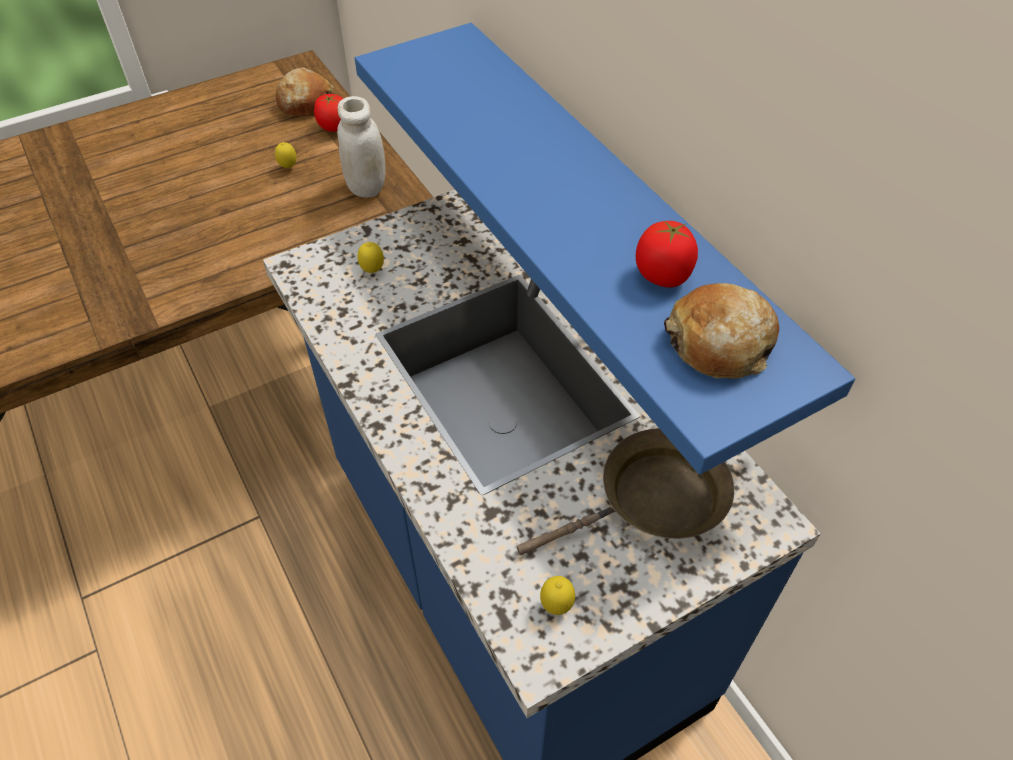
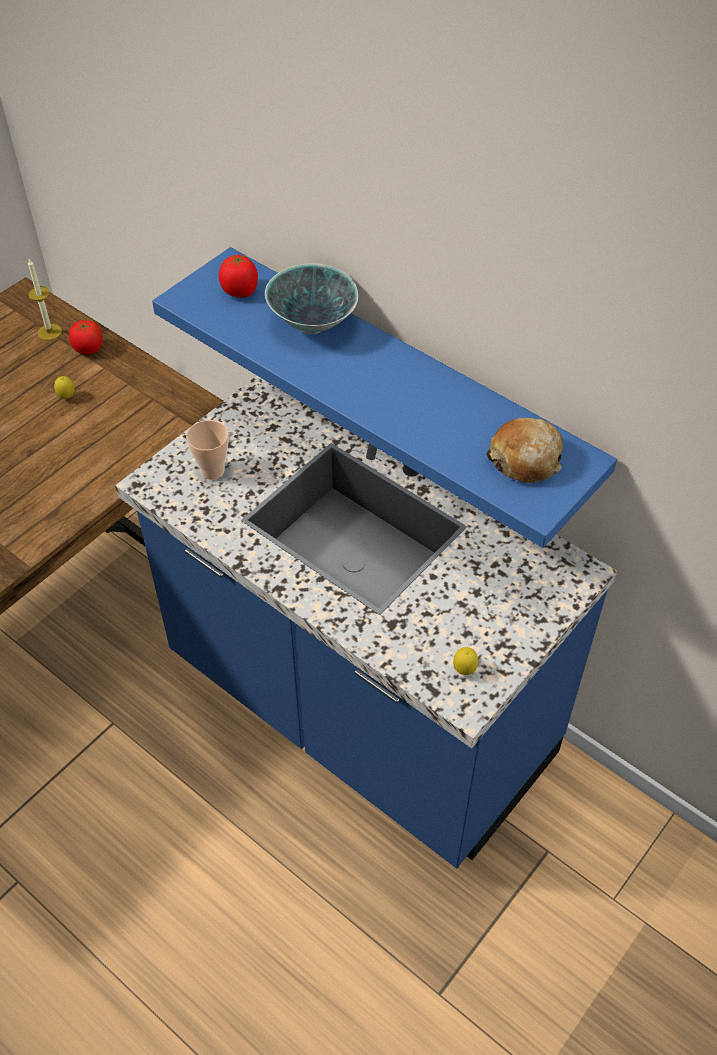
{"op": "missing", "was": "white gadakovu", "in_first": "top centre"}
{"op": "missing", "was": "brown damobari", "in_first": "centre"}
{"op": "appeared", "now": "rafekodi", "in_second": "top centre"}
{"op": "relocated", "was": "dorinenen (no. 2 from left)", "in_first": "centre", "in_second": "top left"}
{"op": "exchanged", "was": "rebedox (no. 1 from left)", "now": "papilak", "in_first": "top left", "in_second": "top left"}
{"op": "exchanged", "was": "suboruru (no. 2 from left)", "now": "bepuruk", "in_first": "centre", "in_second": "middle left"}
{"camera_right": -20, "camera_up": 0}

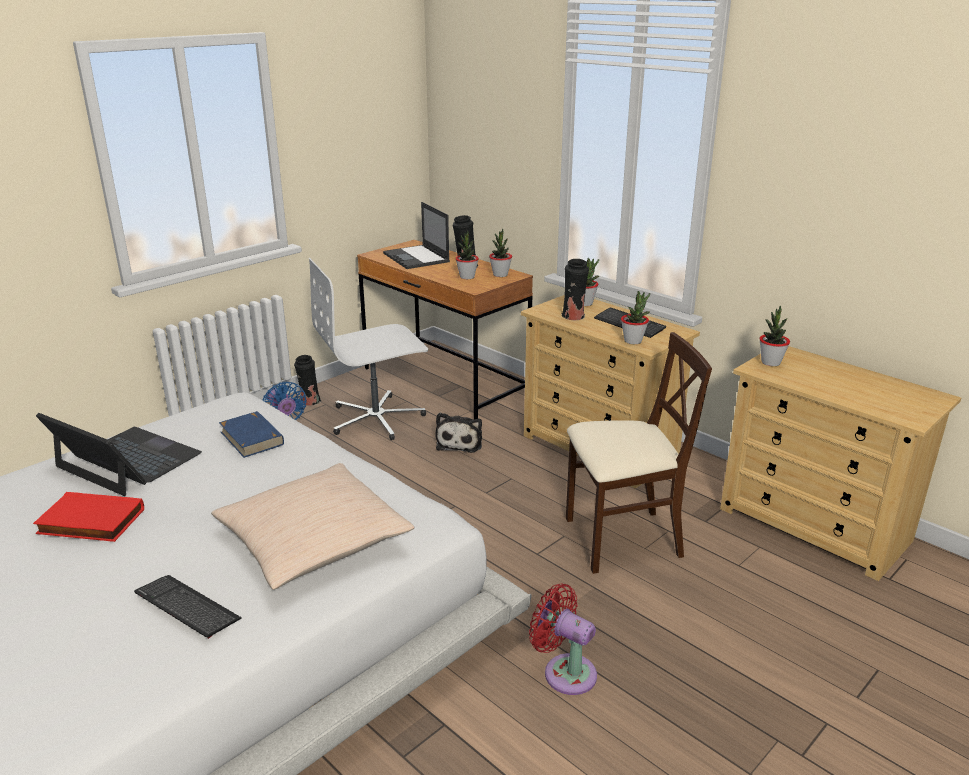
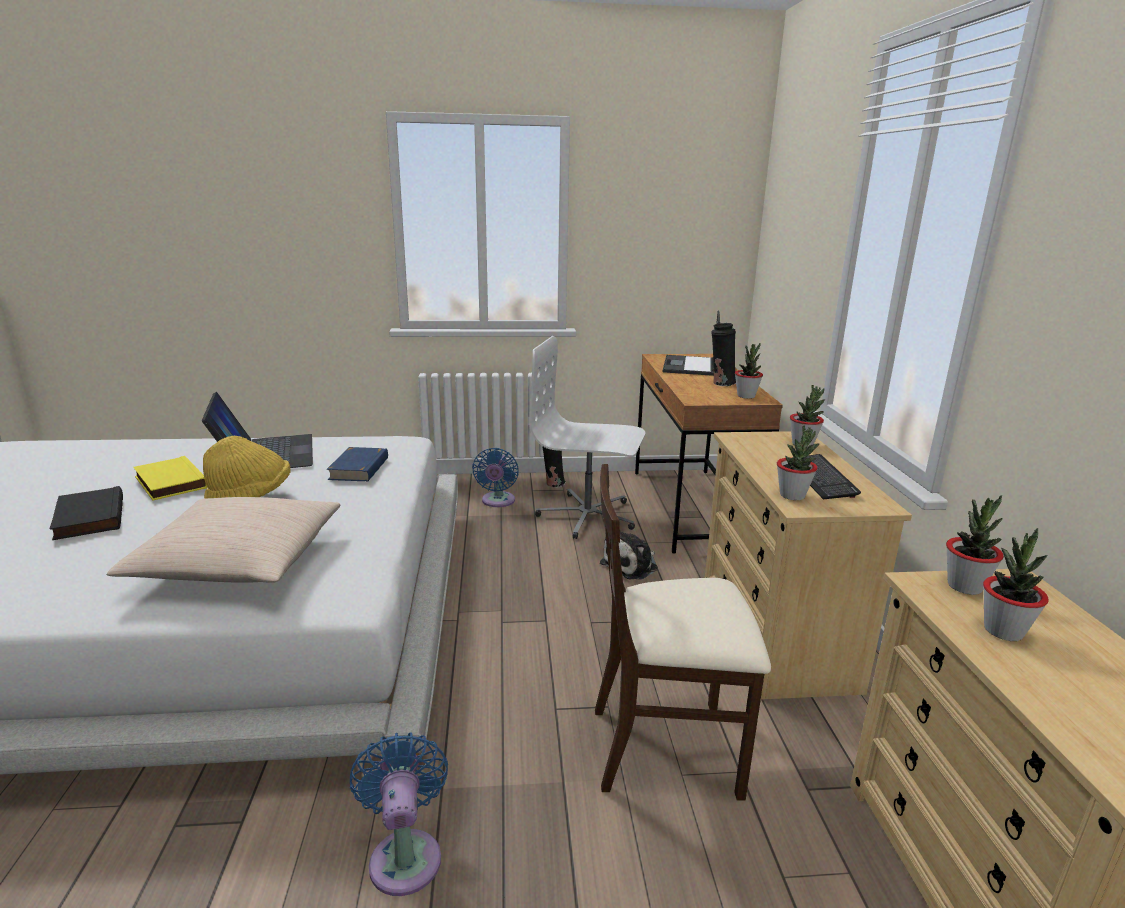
{"op": "missing", "was": "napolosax (no. 1 from left)", "in_first": "bottom left"}
{"op": "missing", "was": "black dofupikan (no. 3 from left)", "in_first": "centre"}
{"op": "appeared", "now": "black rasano", "in_second": "middle left"}
{"op": "appeared", "now": "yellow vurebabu", "in_second": "middle left"}
{"op": "relocated", "was": "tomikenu (no. 1 from left in the first image)", "now": "tomikenu (no. 5 from left)", "in_first": "top centre", "in_second": "middle right"}
{"op": "colour", "was": "red rasano", "now": "yellow rasano", "in_first": "bottom left", "in_second": "middle left"}
{"op": "colour", "was": "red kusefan", "now": "blue kusefan (no. 1 from left)", "in_first": "bottom centre", "in_second": "bottom centre"}
{"op": "spun", "was": "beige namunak", "in_first": "centre", "in_second": "bottom centre", "clockwise": 150}
{"camera_right": 40, "camera_up": -5}

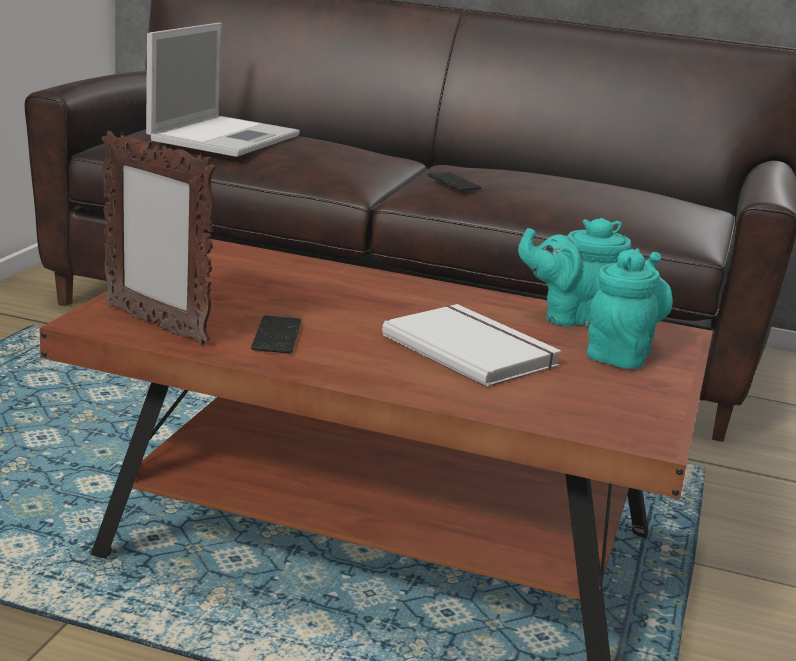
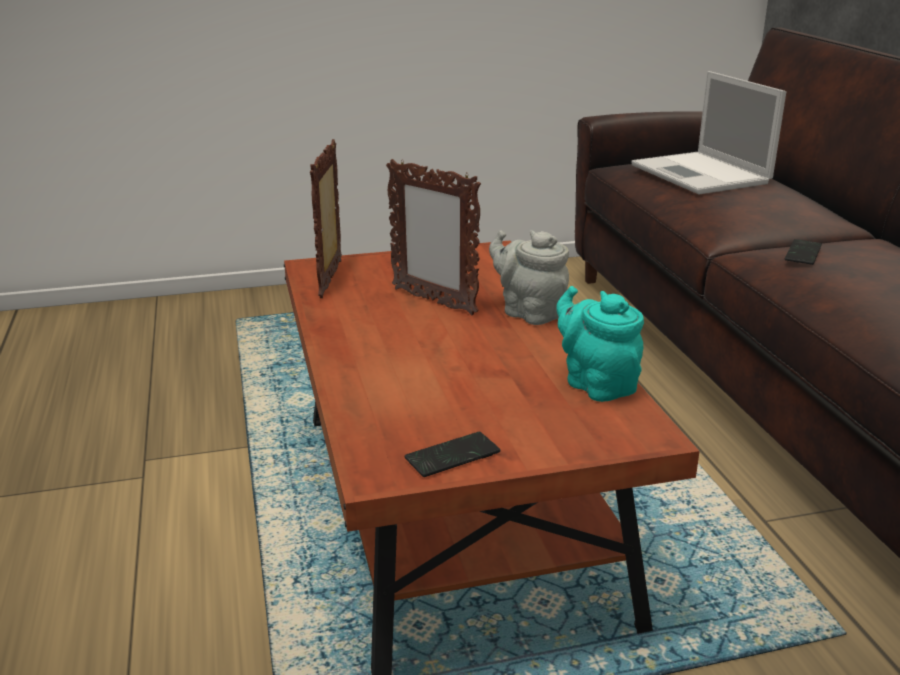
{"op": "missing", "was": "white rasano", "in_first": "centre"}
{"op": "missing", "was": "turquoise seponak (no. 2 from left)", "in_first": "middle right"}
{"op": "appeared", "now": "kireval (no. 2 from left)", "in_second": "centre"}
{"op": "appeared", "now": "grey seponak", "in_second": "centre"}
{"op": "relocated", "was": "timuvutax (no. 1 from left)", "in_first": "centre", "in_second": "bottom centre"}
{"op": "spun", "was": "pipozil", "in_first": "top left", "in_second": "top right", "clockwise": 75}
{"camera_right": 60, "camera_up": 5}

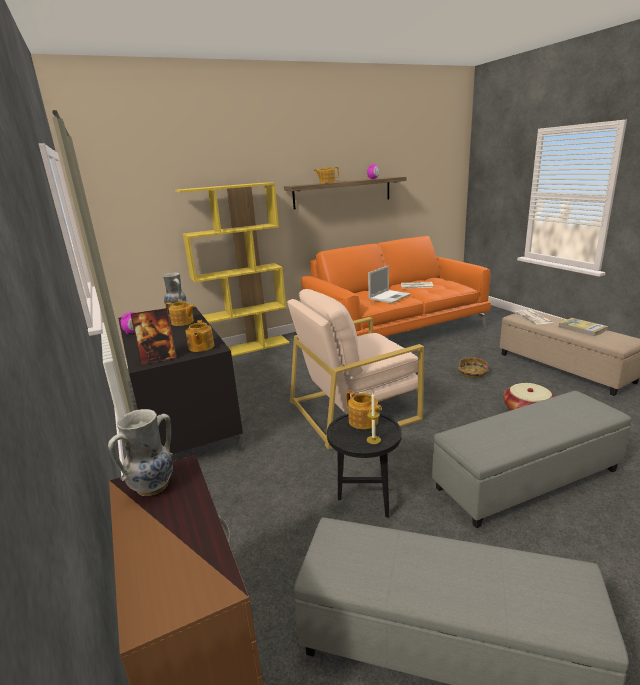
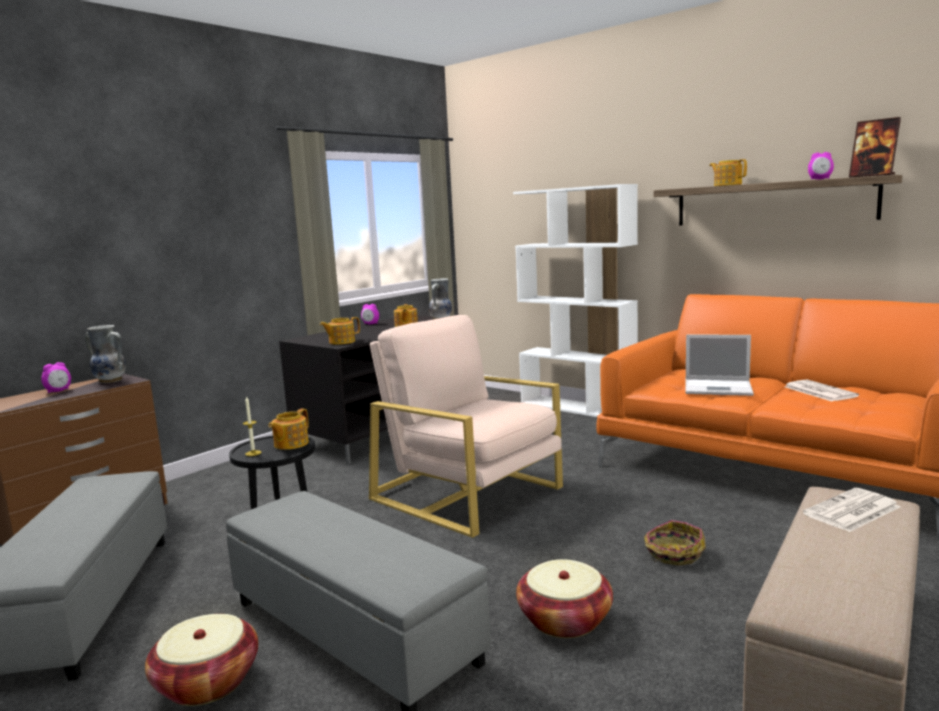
{"op": "missing", "was": "rasano", "in_first": "middle right"}
{"op": "appeared", "now": "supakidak (no. 1 from left)", "in_second": "middle left"}
{"op": "appeared", "now": "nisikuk (no. 1 from left)", "in_second": "bottom left"}
{"op": "relocated", "was": "kireval", "in_first": "middle left", "in_second": "top right"}
{"op": "colour", "was": "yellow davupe", "now": "white davupe", "in_first": "centre", "in_second": "centre"}
{"camera_right": 65, "camera_up": -10}

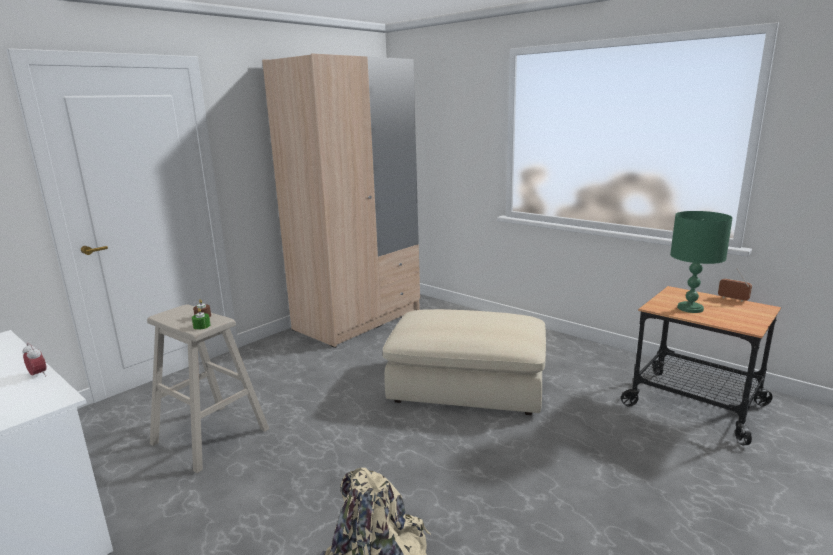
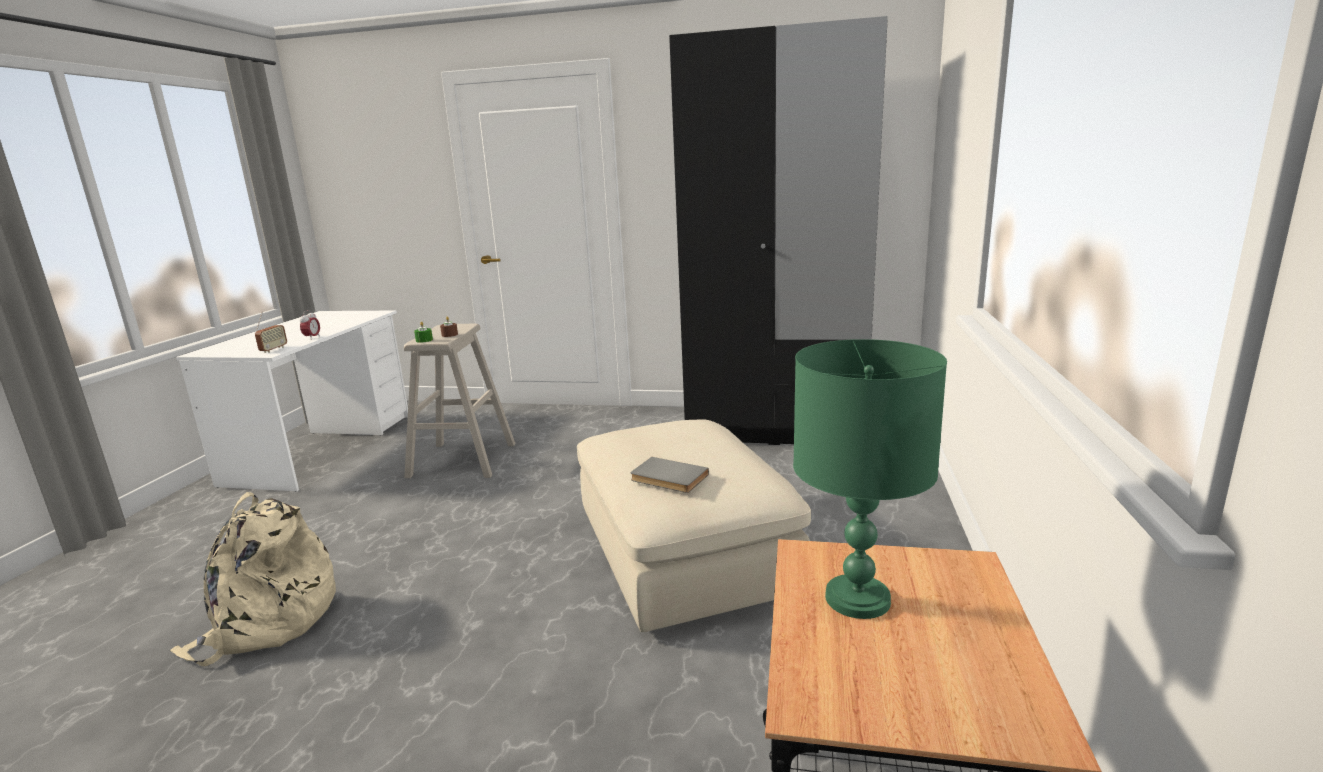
{"op": "appeared", "now": "grey rasano", "in_second": "centre"}
{"op": "relocated", "was": "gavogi", "in_first": "middle right", "in_second": "middle left"}
{"op": "colour", "was": "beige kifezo", "now": "black kifezo", "in_first": "centre", "in_second": "top centre"}
{"camera_right": 60, "camera_up": 0}

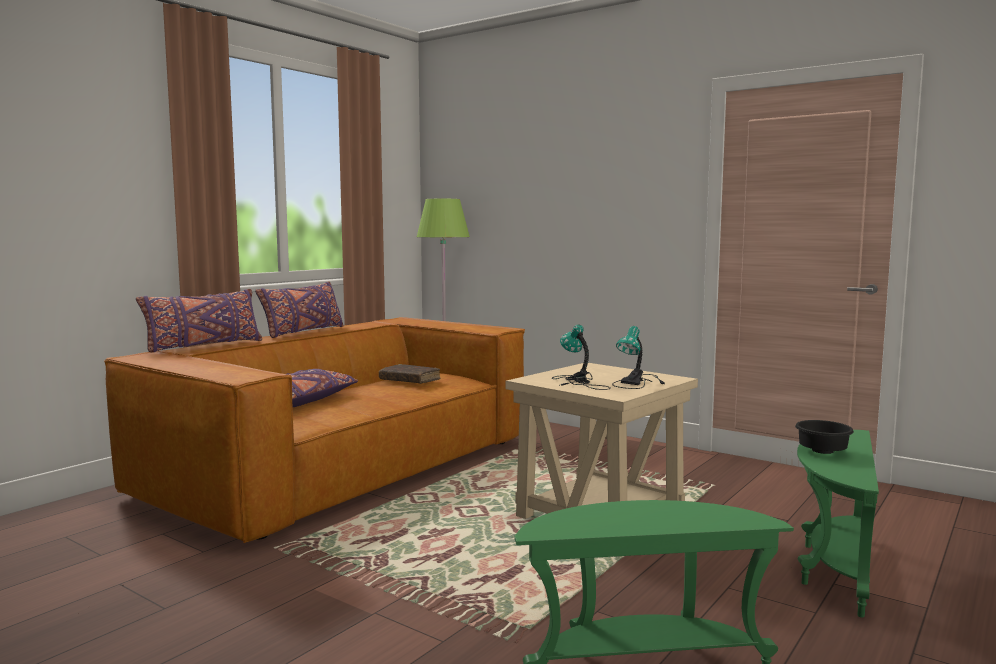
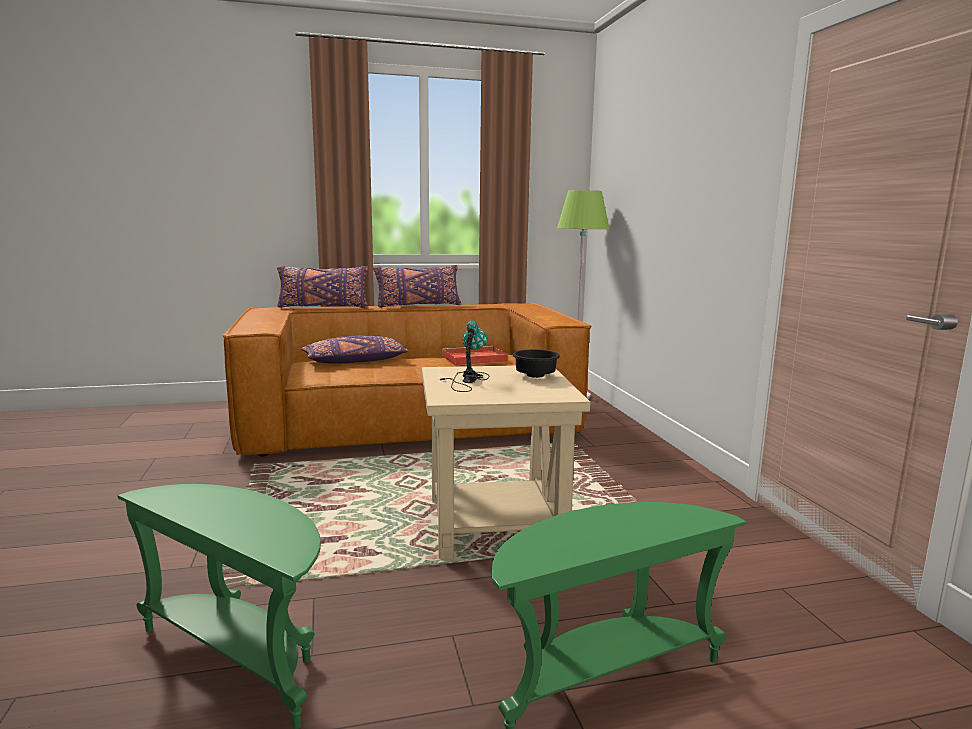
{"op": "missing", "was": "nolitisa (no. 2 from left)", "in_first": "centre"}
{"op": "relocated", "was": "black rafekodi", "in_first": "middle right", "in_second": "centre"}
{"op": "exchanged", "was": "brown rasano", "now": "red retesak", "in_first": "centre", "in_second": "centre"}
{"camera_right": 40, "camera_up": 5}

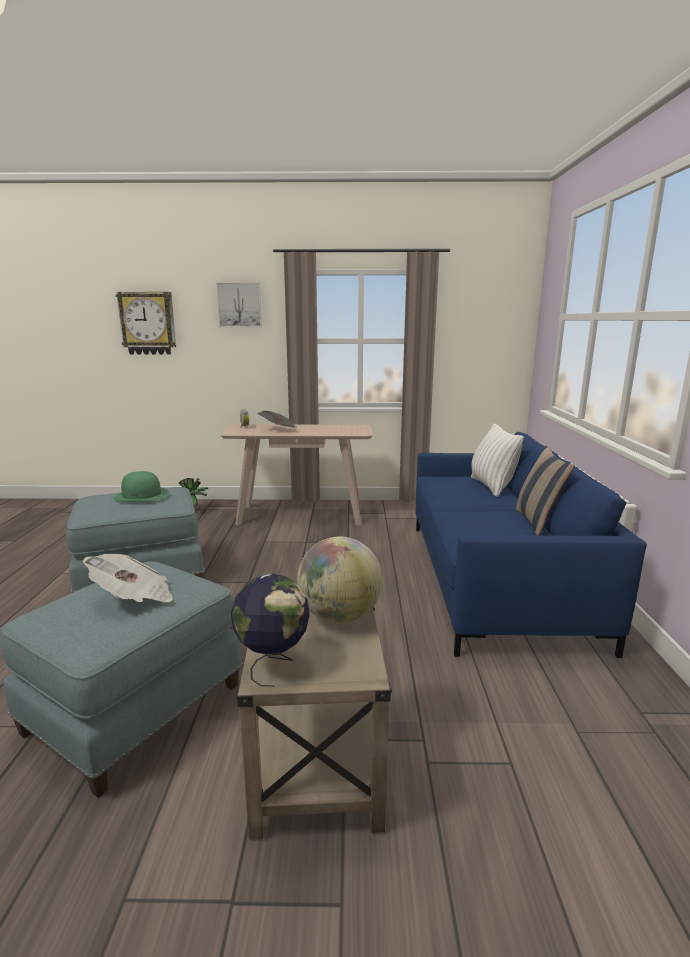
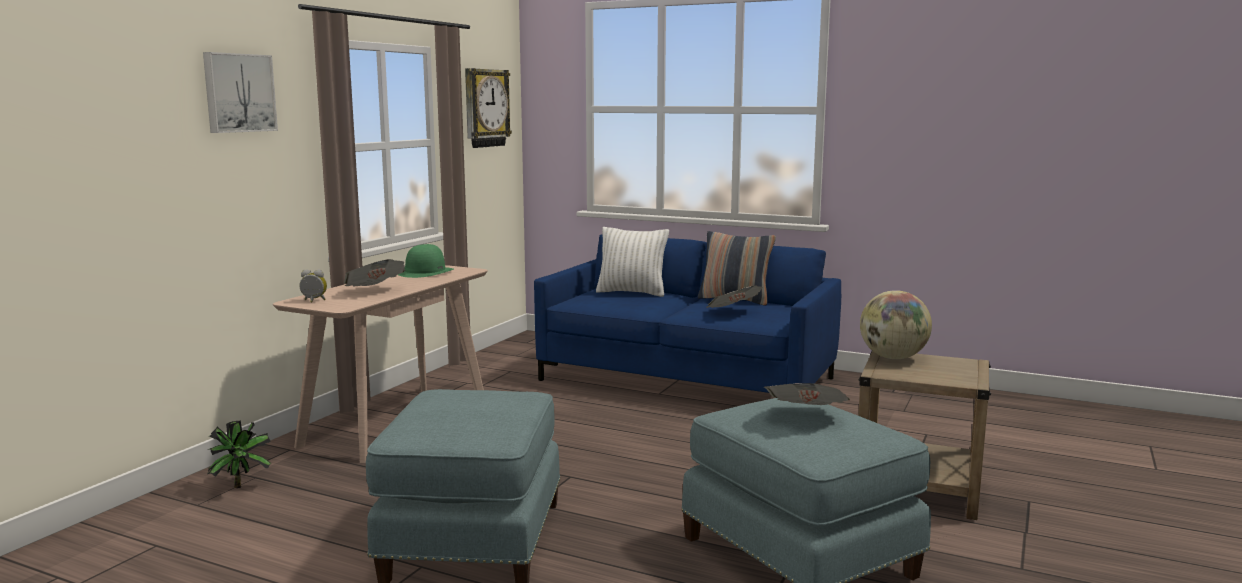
{"op": "missing", "was": "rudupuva (no. 1 from left)", "in_first": "centre"}
{"op": "appeared", "now": "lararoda (no. 2 from left)", "in_second": "centre"}
{"op": "relocated", "was": "green vurebabu", "in_first": "middle left", "in_second": "centre"}
{"op": "relocated", "was": "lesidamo", "in_first": "middle left", "in_second": "top centre"}
{"camera_right": -65, "camera_up": -5}

